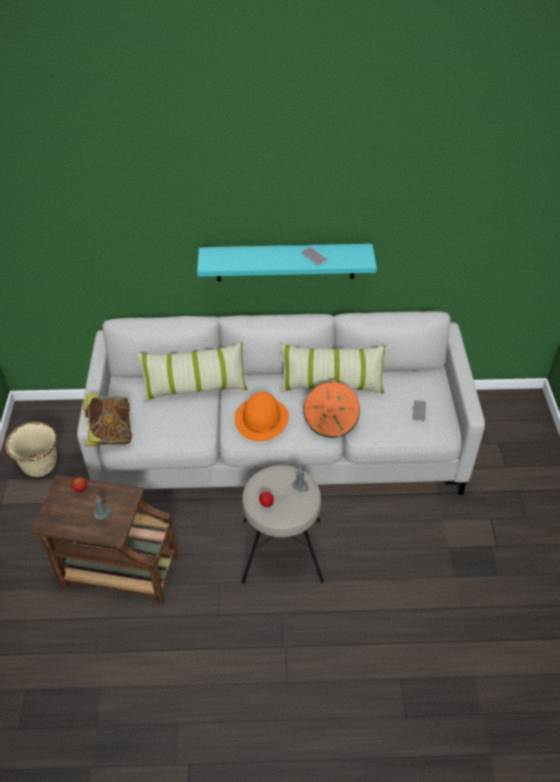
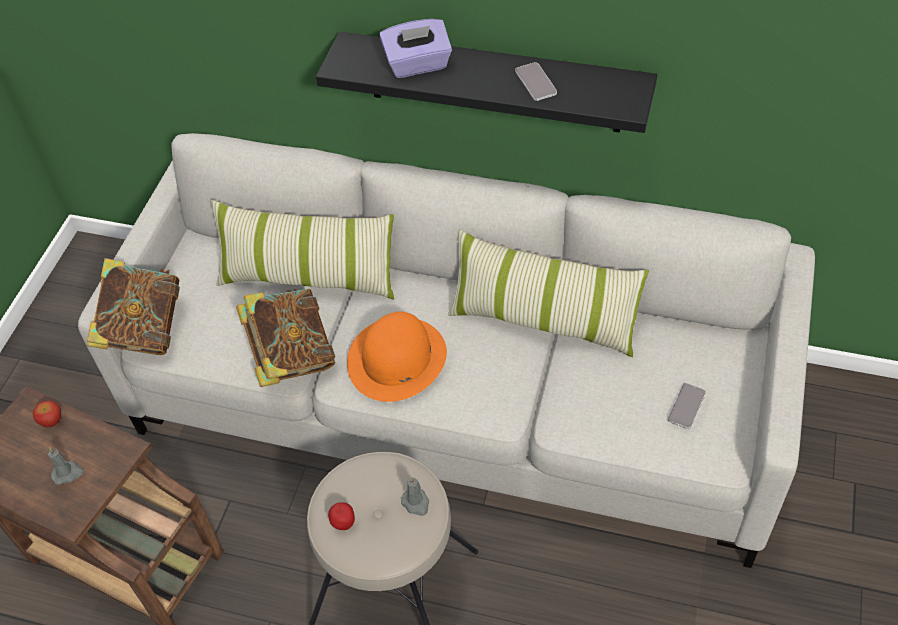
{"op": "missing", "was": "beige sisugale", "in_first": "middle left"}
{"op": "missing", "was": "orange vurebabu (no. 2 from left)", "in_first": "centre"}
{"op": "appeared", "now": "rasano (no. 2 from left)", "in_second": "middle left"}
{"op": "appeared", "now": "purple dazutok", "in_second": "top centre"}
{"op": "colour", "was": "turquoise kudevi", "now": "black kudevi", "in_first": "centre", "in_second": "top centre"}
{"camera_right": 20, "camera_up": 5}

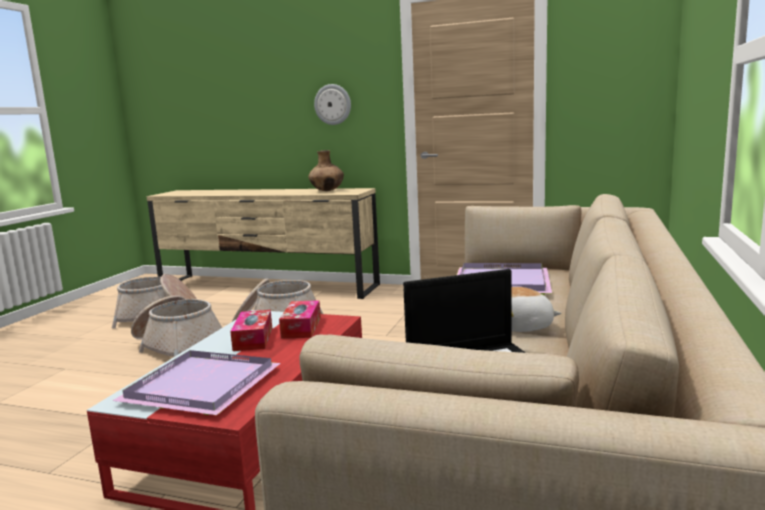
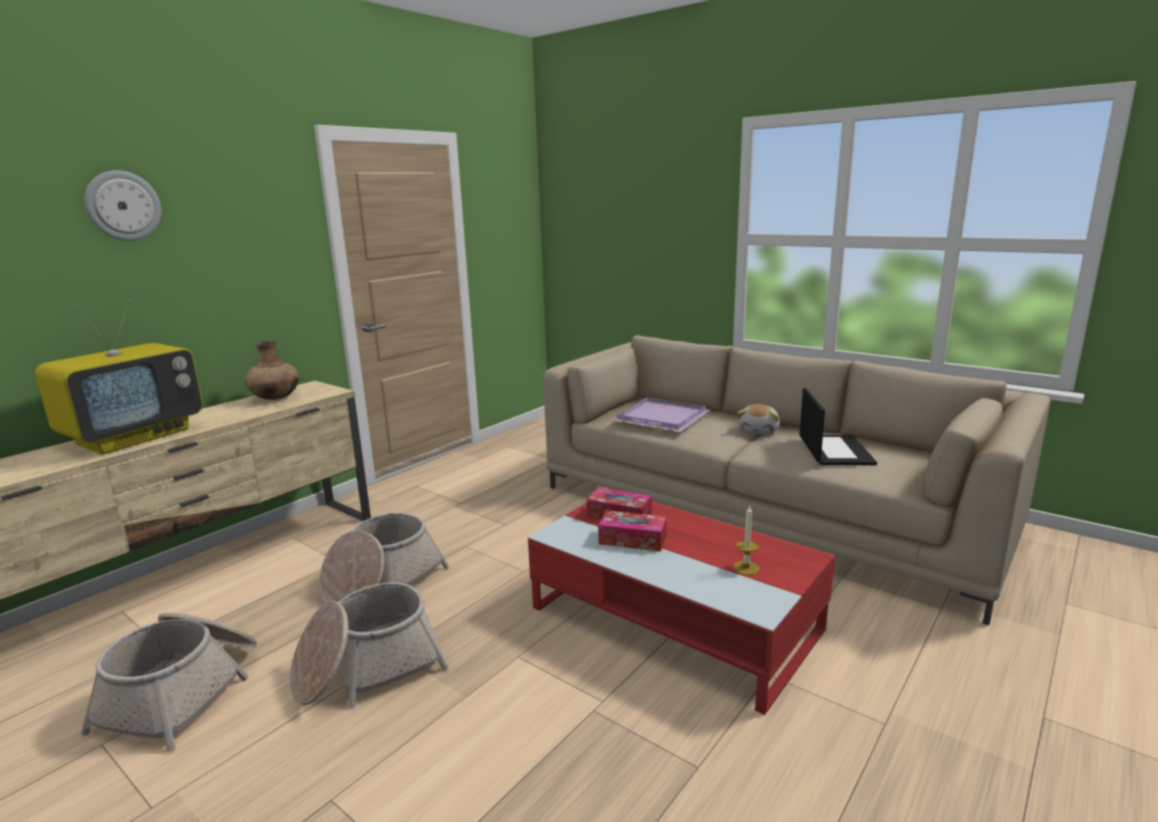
{"op": "appeared", "now": "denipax", "in_second": "middle left"}
{"op": "relocated", "was": "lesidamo", "in_first": "top centre", "in_second": "top left"}
{"op": "exchanged", "was": "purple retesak (no. 1 from left)", "now": "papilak", "in_first": "bottom left", "in_second": "centre"}
{"camera_right": -70, "camera_up": 5}

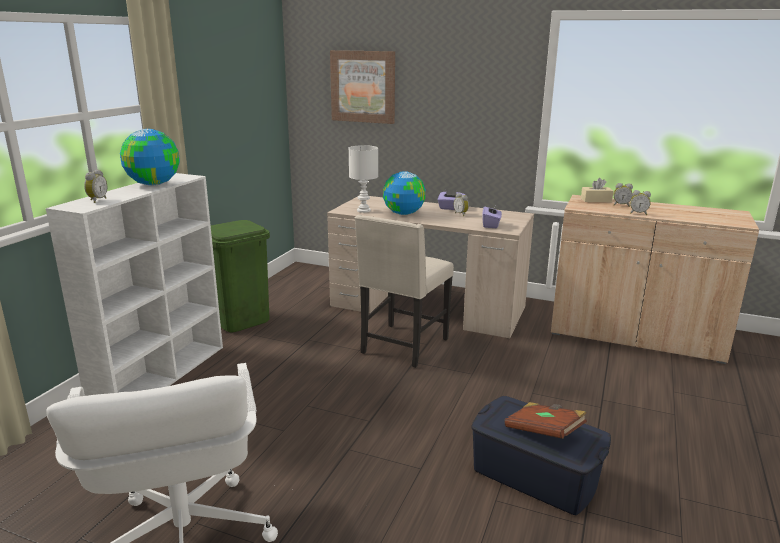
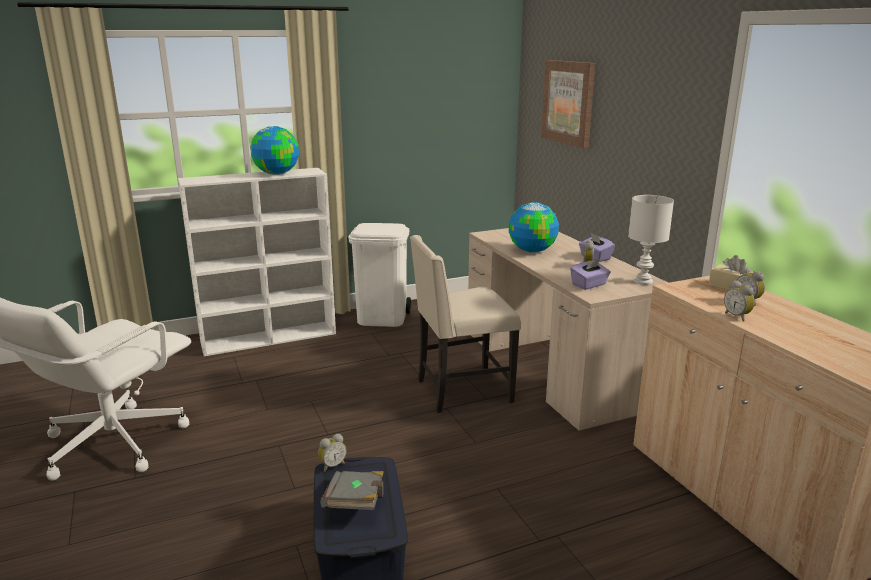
{"op": "relocated", "was": "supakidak (no. 1 from left)", "in_first": "middle left", "in_second": "bottom centre"}
{"op": "relocated", "was": "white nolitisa", "in_first": "top centre", "in_second": "middle right"}
{"op": "colour", "was": "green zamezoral", "now": "white zamezoral", "in_first": "middle left", "in_second": "centre"}
{"op": "colour", "was": "brown rasano", "now": "grey rasano", "in_first": "bottom right", "in_second": "bottom centre"}
{"camera_right": 45, "camera_up": 0}

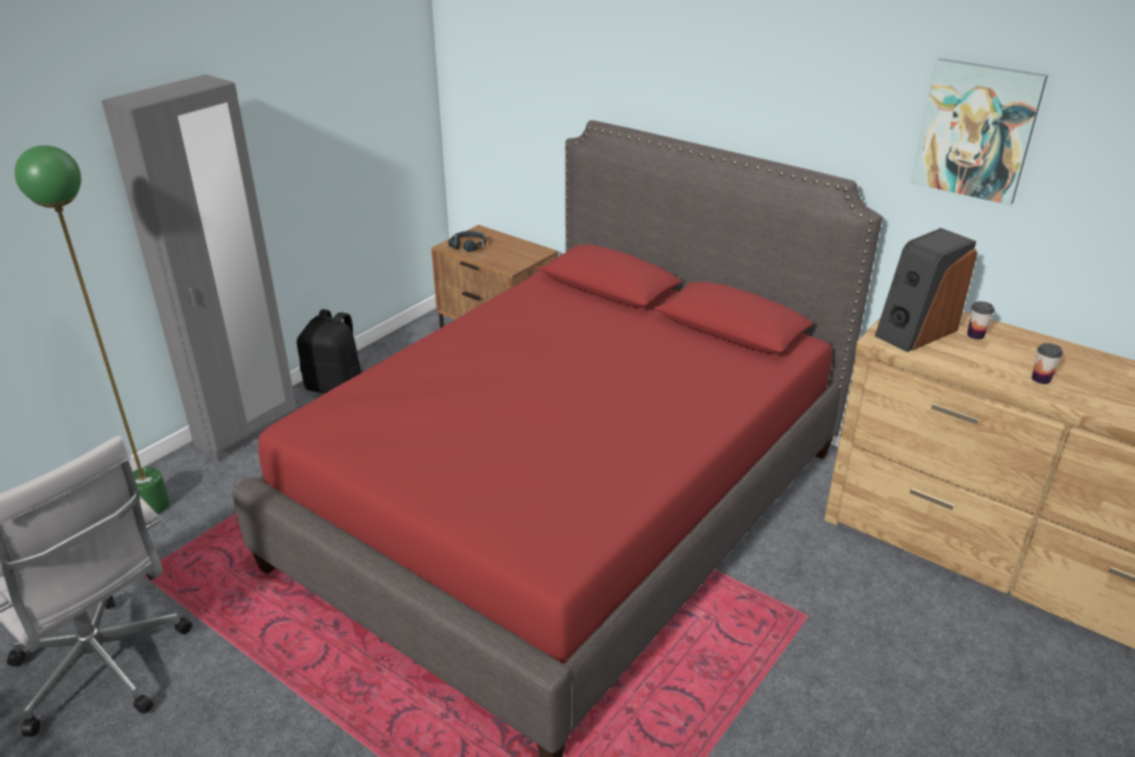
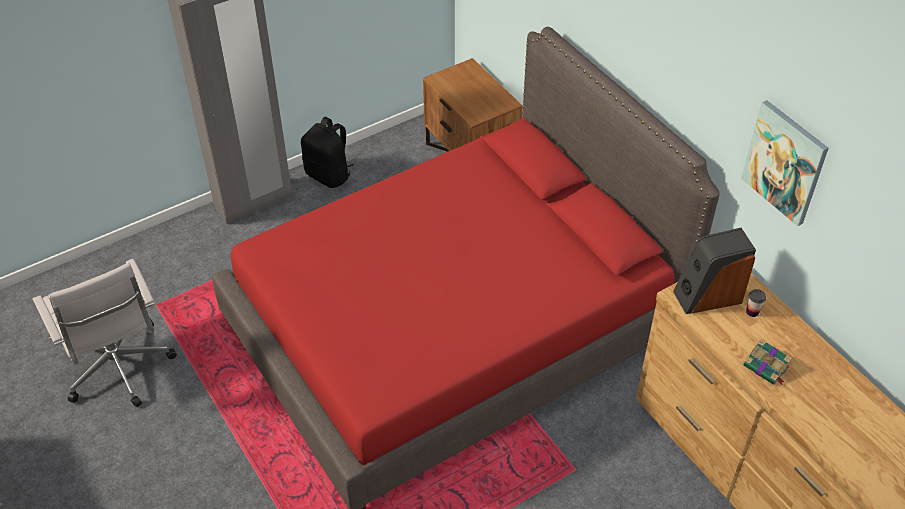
{"op": "missing", "was": "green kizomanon", "in_first": "middle left"}
{"op": "missing", "was": "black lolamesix", "in_first": "top centre"}
{"op": "exchanged", "was": "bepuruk (no. 2 from left)", "now": "rasano", "in_first": "middle right", "in_second": "bottom right"}
{"camera_right": 20, "camera_up": 15}

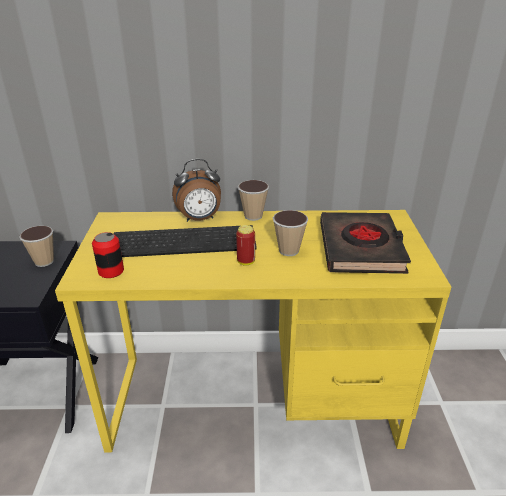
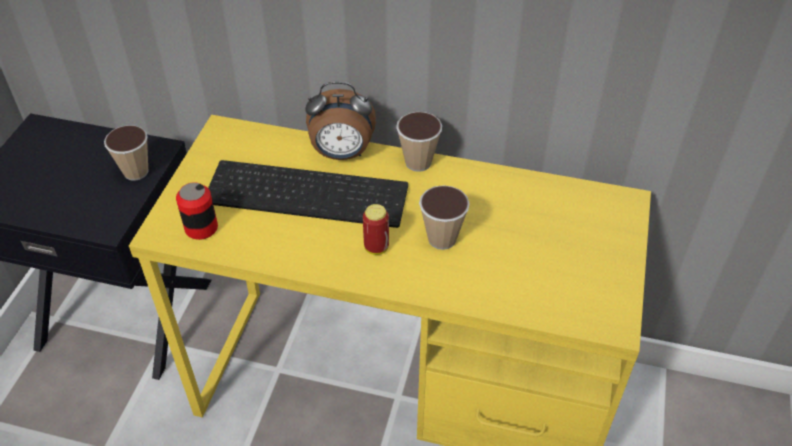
{"op": "missing", "was": "black rasano", "in_first": "middle right"}
{"camera_right": 15, "camera_up": 15}

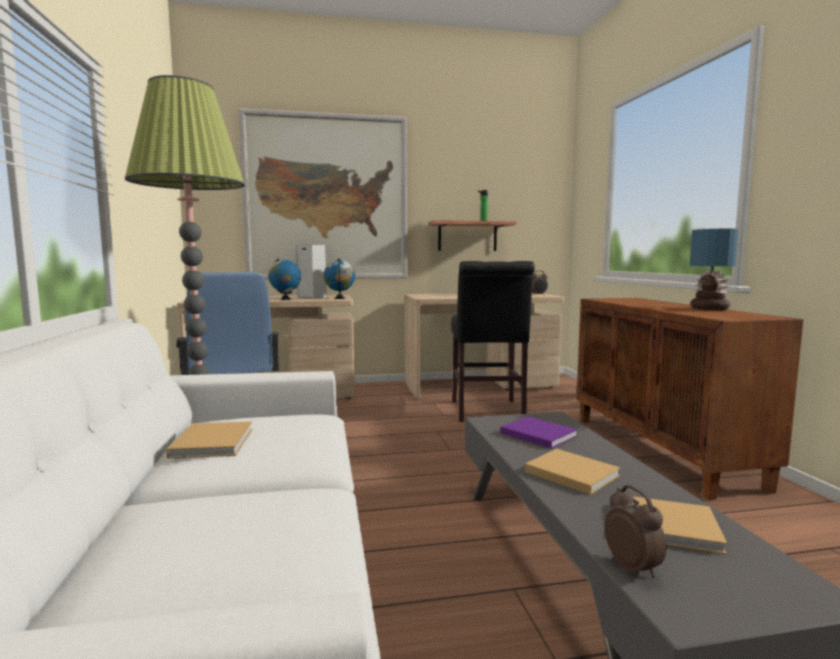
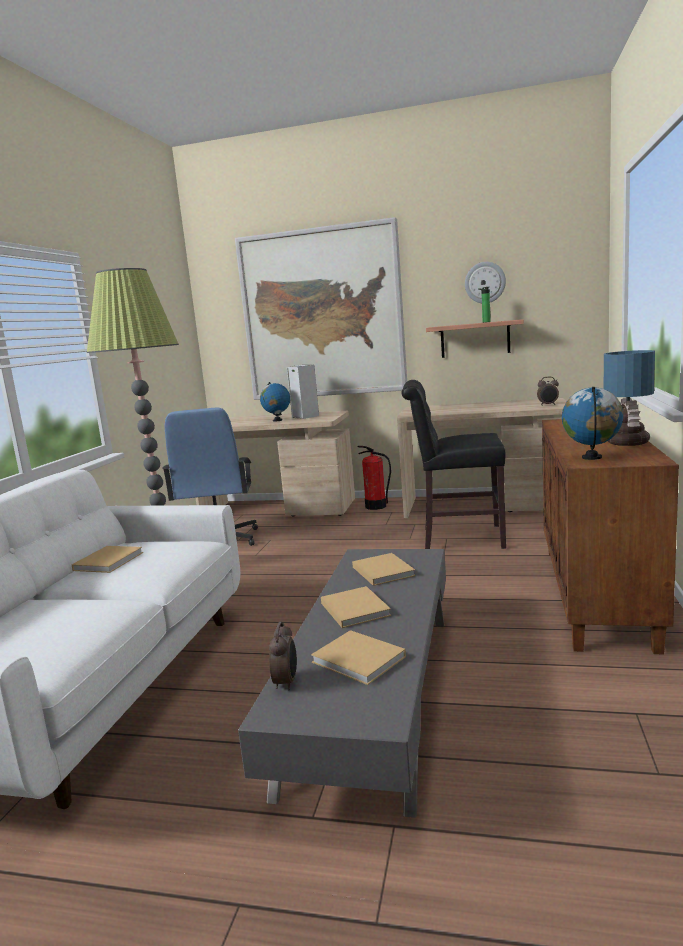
{"op": "appeared", "now": "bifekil", "in_second": "centre"}
{"op": "appeared", "now": "lesidamo", "in_second": "top right"}
{"op": "relocated", "was": "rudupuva (no. 2 from left)", "in_first": "centre", "in_second": "middle right"}
{"op": "colour", "was": "purple rasano", "now": "beige rasano (no. 4 from left)", "in_first": "centre", "in_second": "centre"}
{"op": "spun", "was": "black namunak", "in_first": "centre", "in_second": "centre", "clockwise": 75}
{"camera_right": 25, "camera_up": 5}

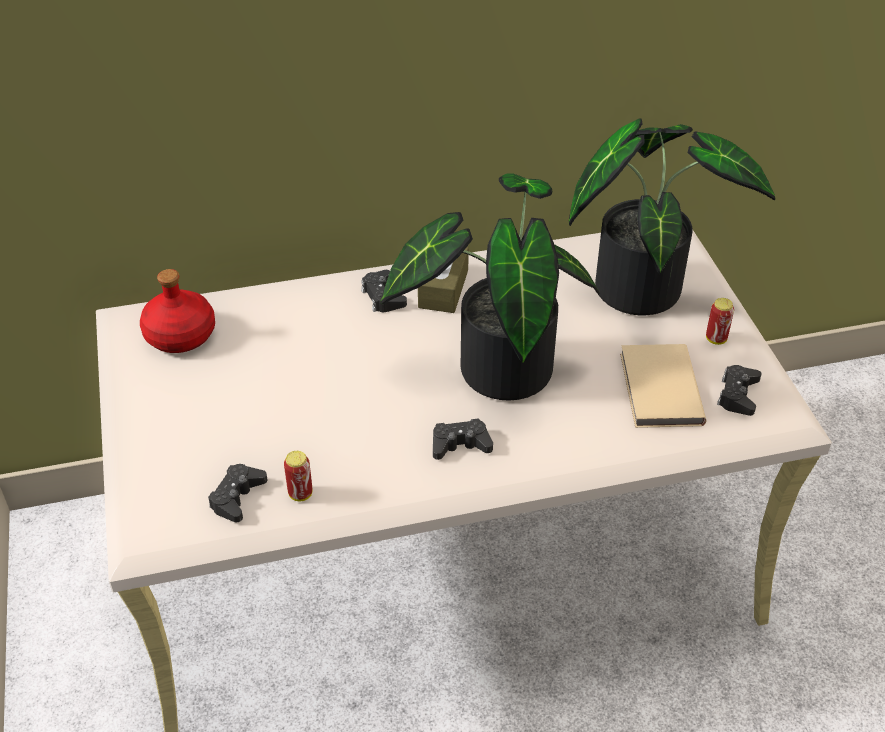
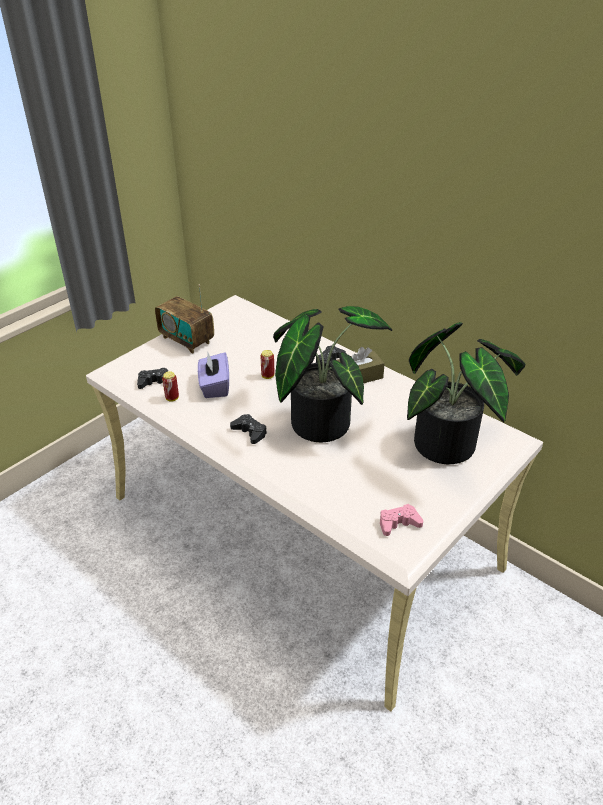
{"op": "missing", "was": "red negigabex", "in_first": "middle left"}
{"op": "missing", "was": "beige rasano", "in_first": "middle right"}
{"op": "appeared", "now": "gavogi", "in_second": "middle left"}
{"op": "appeared", "now": "purple dazutok", "in_second": "centre"}
{"op": "relocated", "was": "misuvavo (no. 2 from left)", "in_first": "middle right", "in_second": "centre"}
{"op": "colour", "was": "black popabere (no. 4 from left)", "now": "pink popabere", "in_first": "middle right", "in_second": "centre"}
{"camera_right": 55, "camera_up": -5}

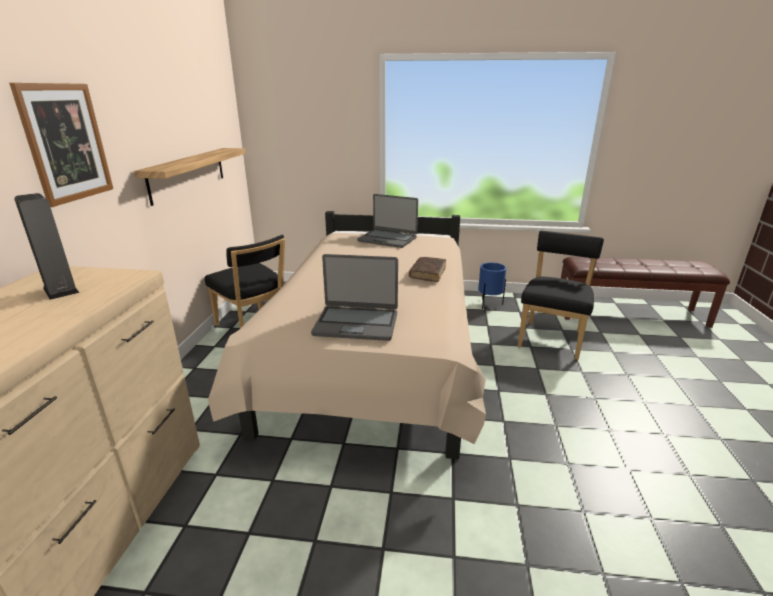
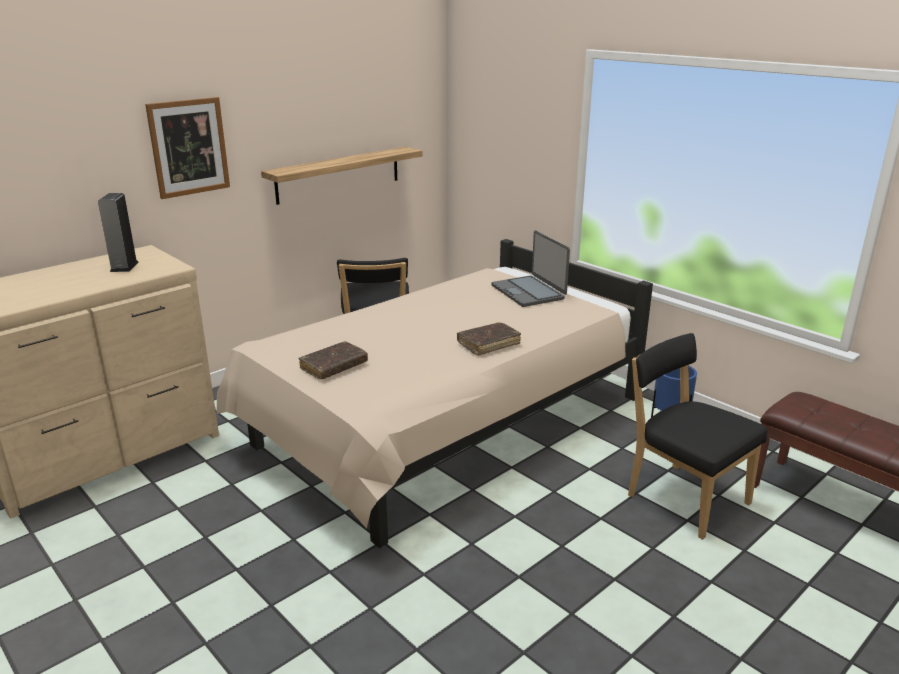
{"op": "exchanged", "was": "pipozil (no. 1 from left)", "now": "brown rasano (no. 1 from left)", "in_first": "centre", "in_second": "centre"}
{"op": "spun", "was": "black namunak (no. 2 from left)", "in_first": "middle right", "in_second": "middle right", "clockwise": -105}
{"camera_right": 40, "camera_up": 0}

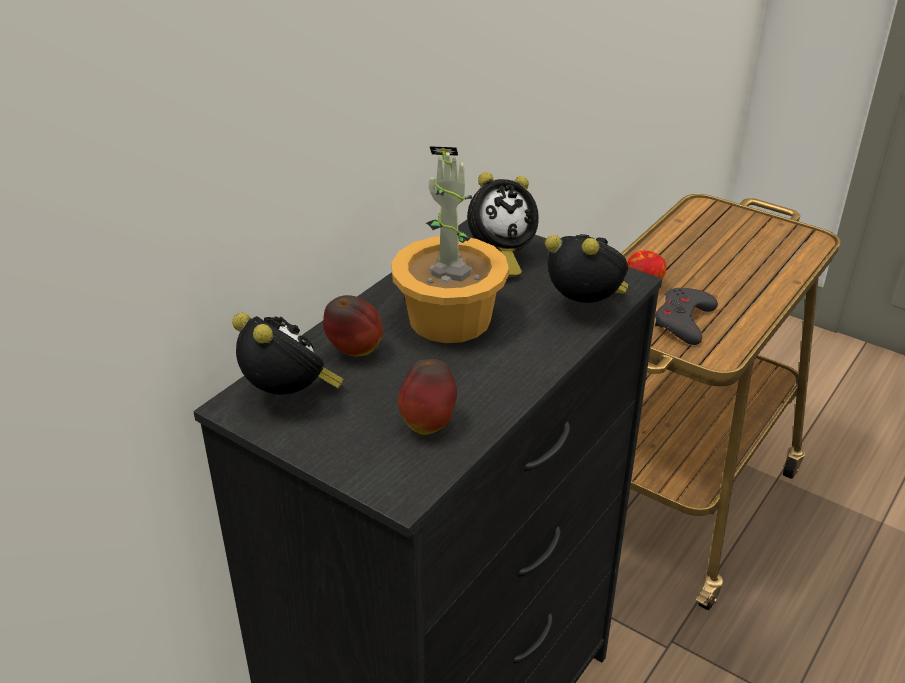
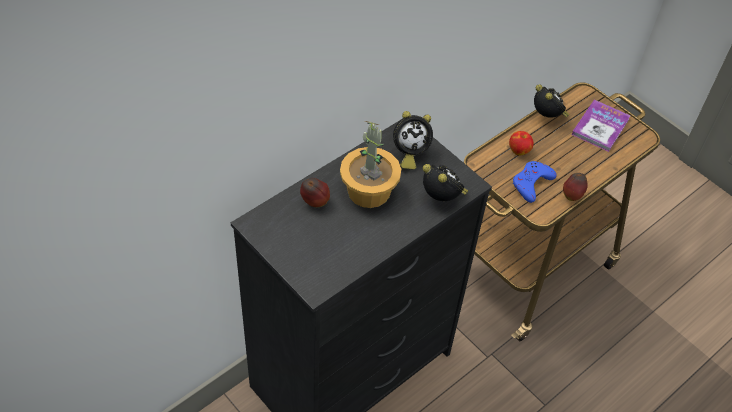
{"op": "appeared", "now": "rasano", "in_second": "top right"}
{"op": "relocated", "was": "supakidak (no. 1 from left in the first image)", "now": "supakidak (no. 3 from left)", "in_first": "middle left", "in_second": "top right"}
{"op": "relocated", "was": "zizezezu (no. 2 from left in the first image)", "now": "zizezezu (no. 3 from left)", "in_first": "centre", "in_second": "middle right"}
{"op": "colour", "was": "grey popabere", "now": "blue popabere", "in_first": "middle right", "in_second": "middle right"}
{"camera_right": 10, "camera_up": 15}

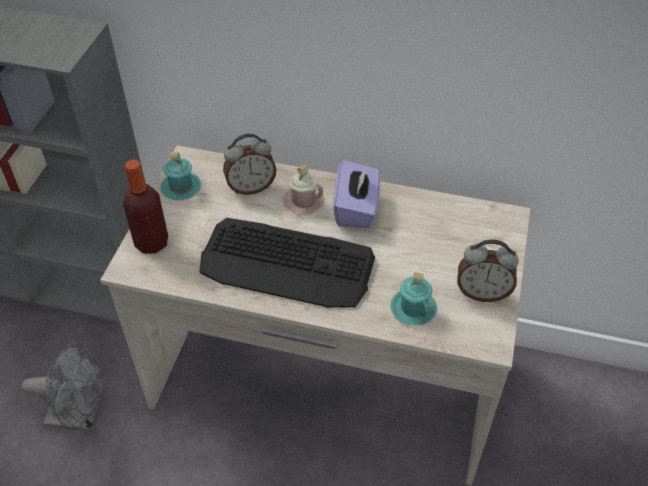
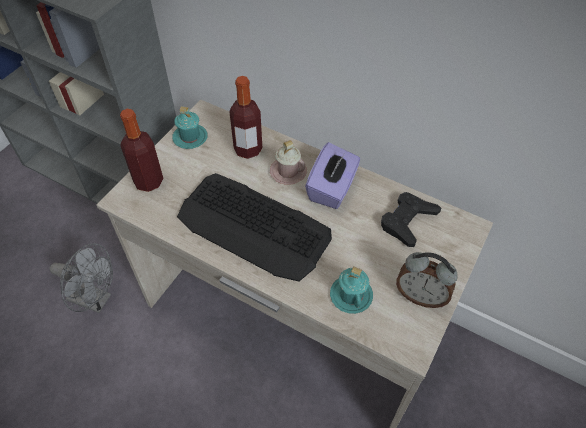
{"op": "appeared", "now": "black popabere", "in_second": "middle right"}
{"op": "exchanged", "was": "supakidak (no. 1 from left)", "now": "negigabex (no. 2 from left)", "in_first": "centre", "in_second": "top centre"}
{"camera_right": 15, "camera_up": 5}

